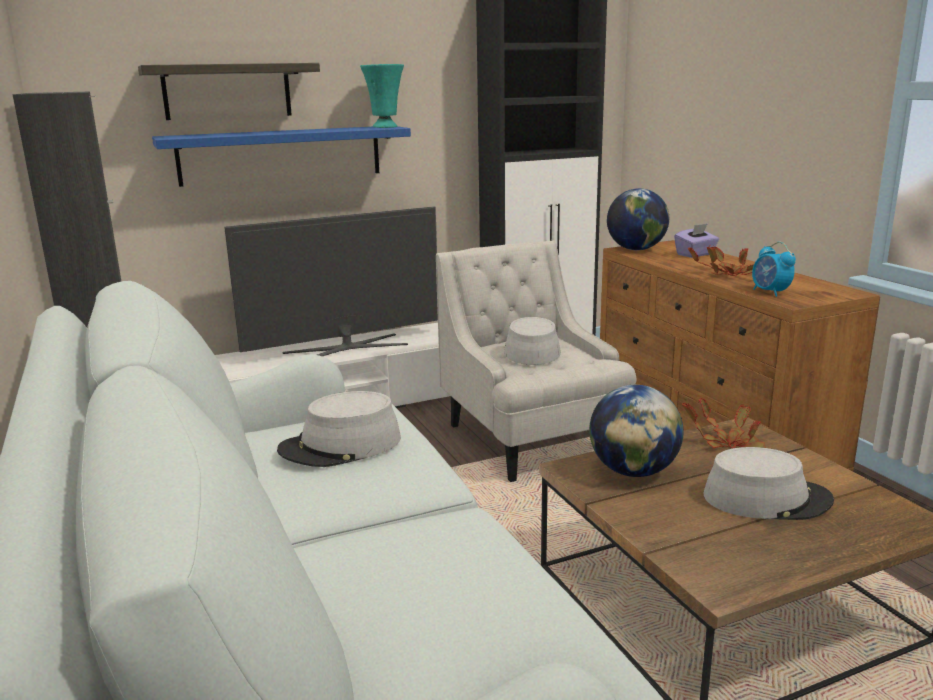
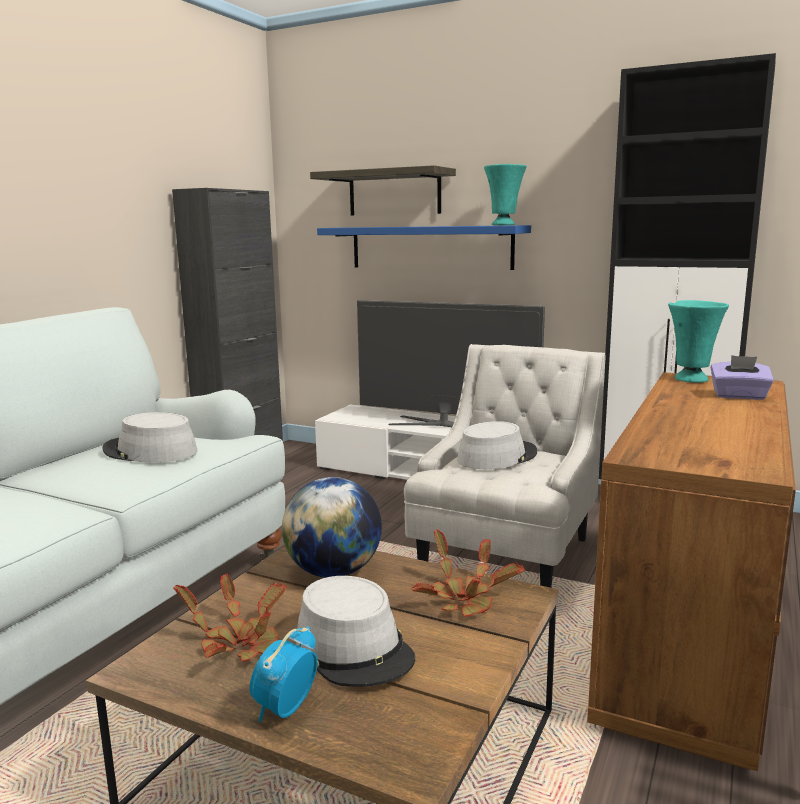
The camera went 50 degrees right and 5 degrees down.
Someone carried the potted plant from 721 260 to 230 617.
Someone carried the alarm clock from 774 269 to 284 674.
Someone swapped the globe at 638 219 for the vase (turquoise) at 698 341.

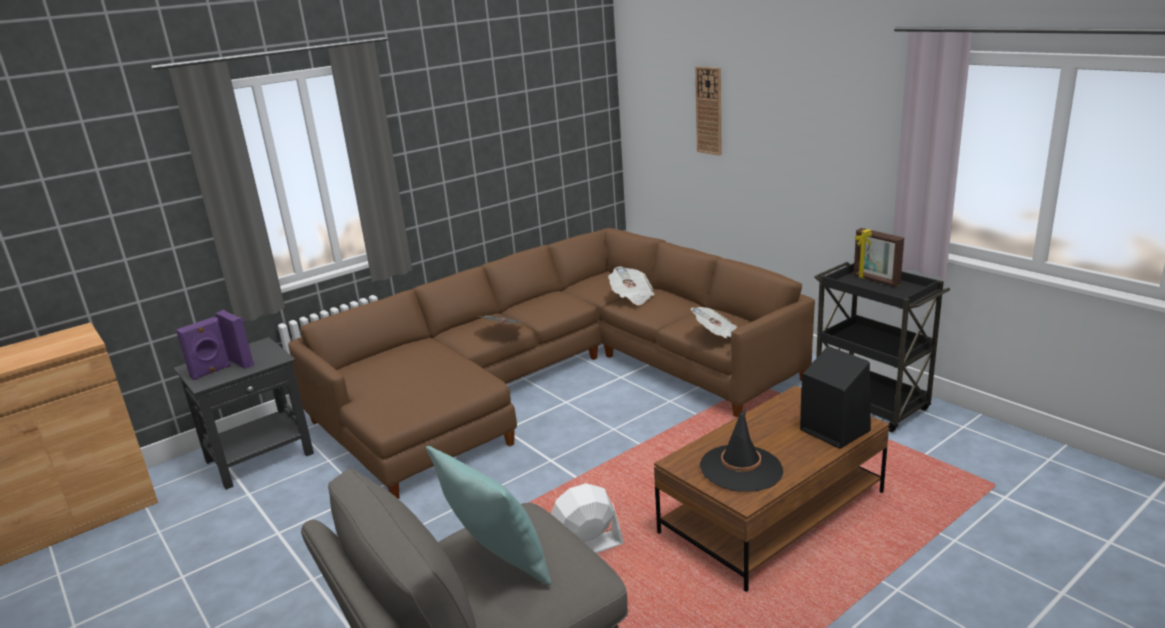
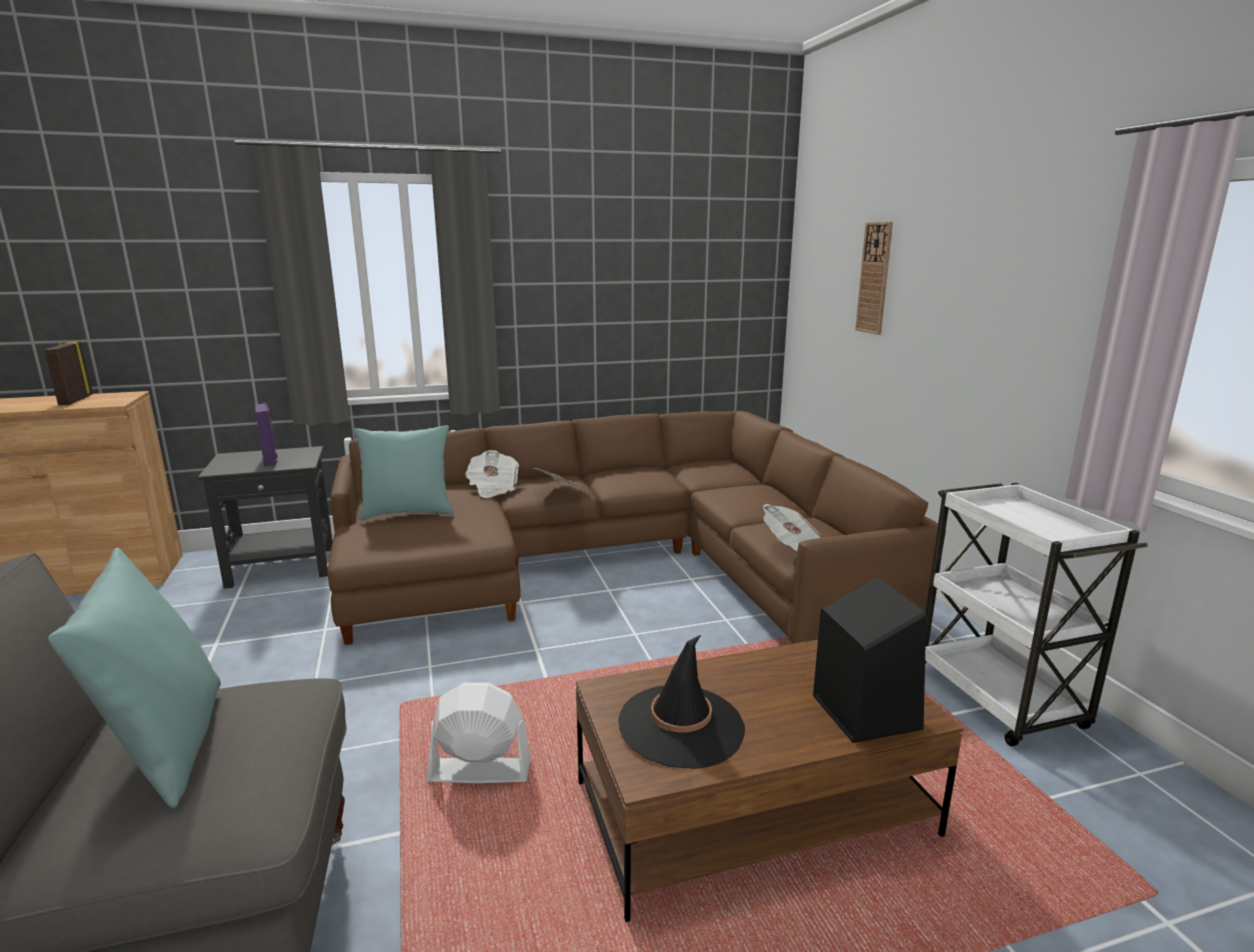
The camera went 20 degrees right and 5 degrees down.
Someone carried the picture frame from 879 257 to 68 374.
Someone put down the pillow (turquoise) at 404 473.
Someone carried the newspaper from 631 285 to 492 474.
Someone repainted the cart (black) at 882 347, which became the cart (white) at 1036 614.
Someone took away the speaker (purple) at 203 348.

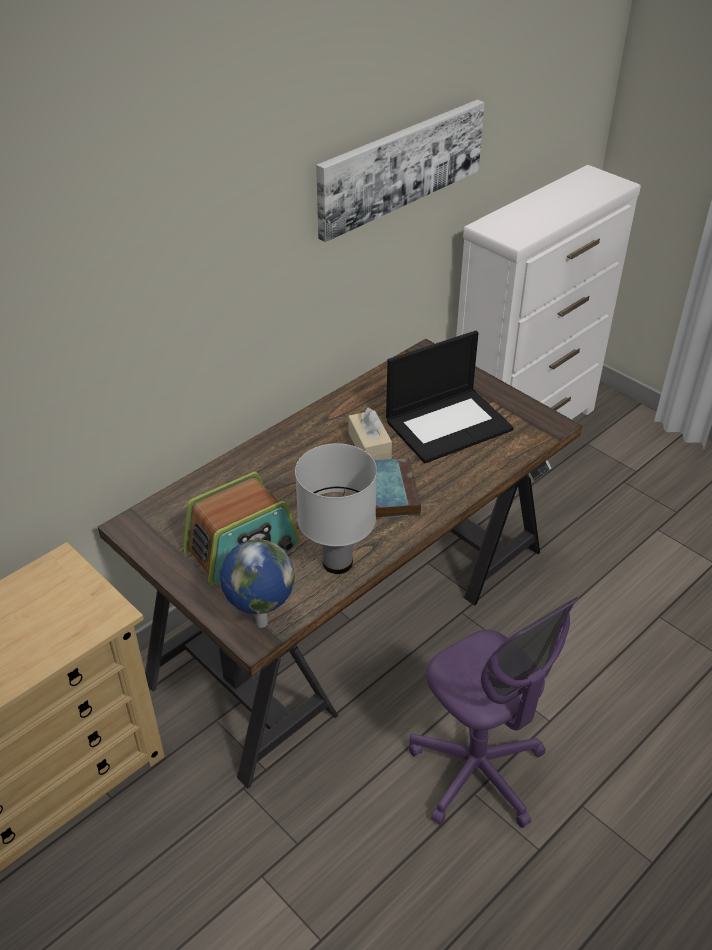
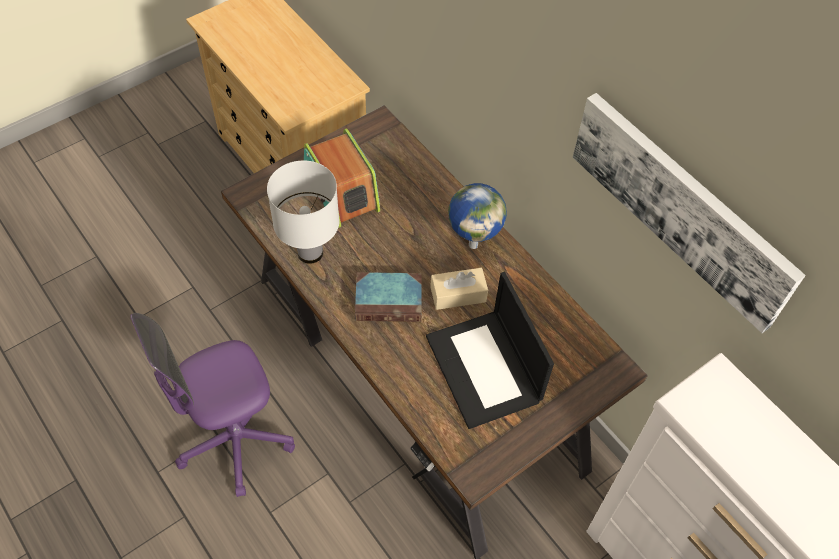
The camera went 95 degrees right and 15 degrees up.
Someone carried the globe from 257 583 to 477 216.

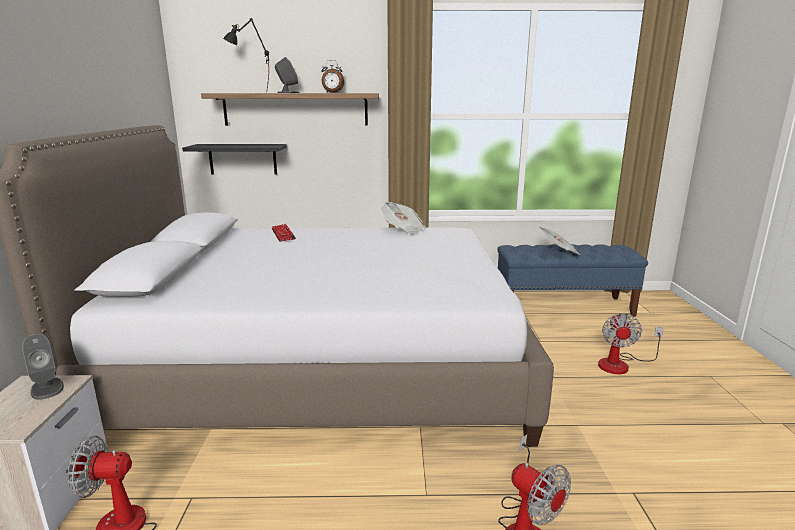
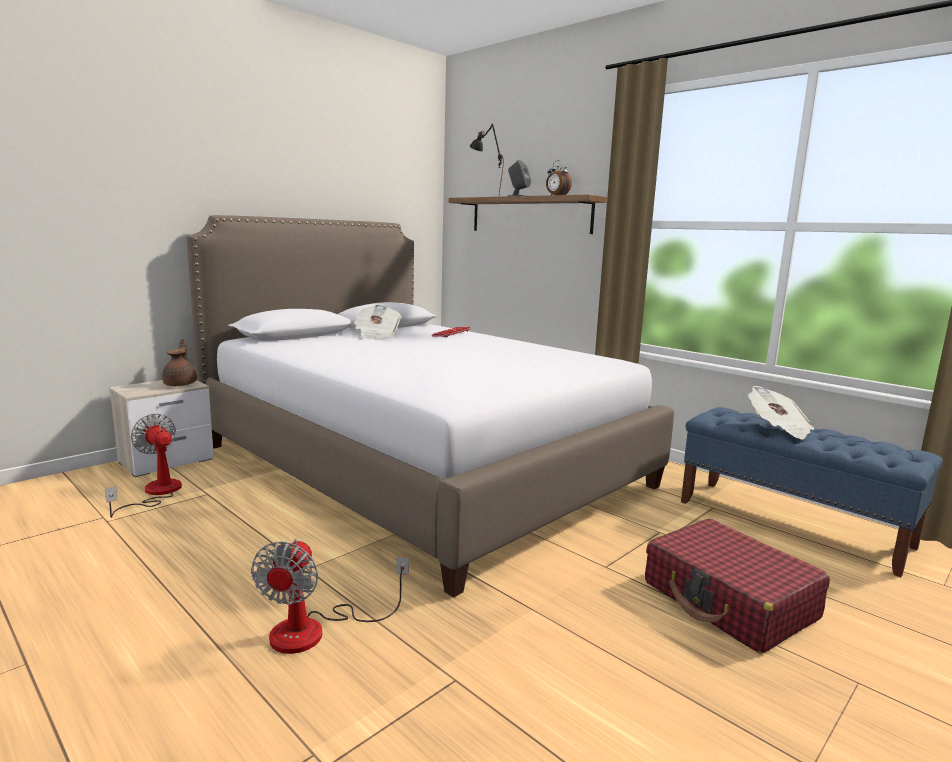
The camera went 45 degrees right and 5 degrees down.
Someone swapped the speaker (grey) at 43 367 for the teapot (brown) at 179 362.
Someone carried the newspaper from 403 218 to 378 321.
Someone swapped the fan at 631 343 for the suitcase (red) at 737 586.
Someone took away the shelf (black) at 234 159.

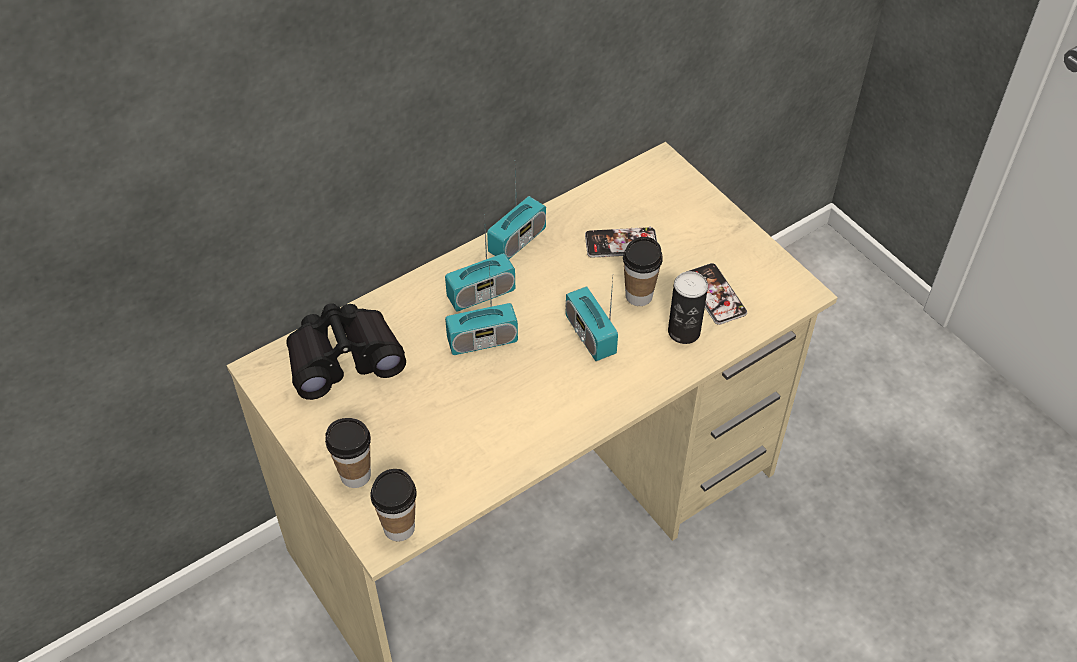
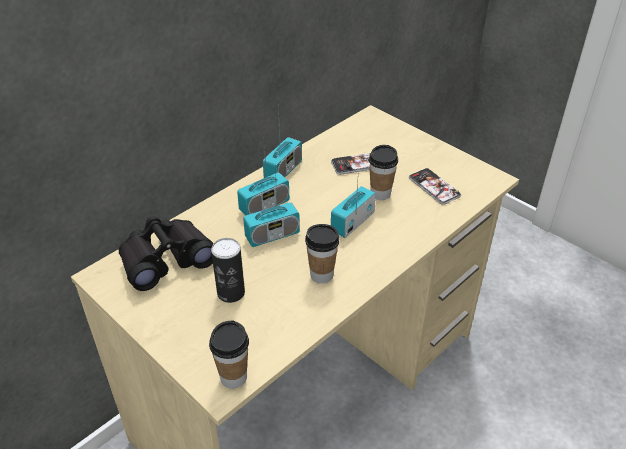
The camera went 10 degrees left and 10 degrees down.
Someone carried the can from 688 307 to 228 270.
Someone carried the cup from 348 453 to 322 254.
Someone rotated the radio at 592 320 by 75 degrees clockwise.

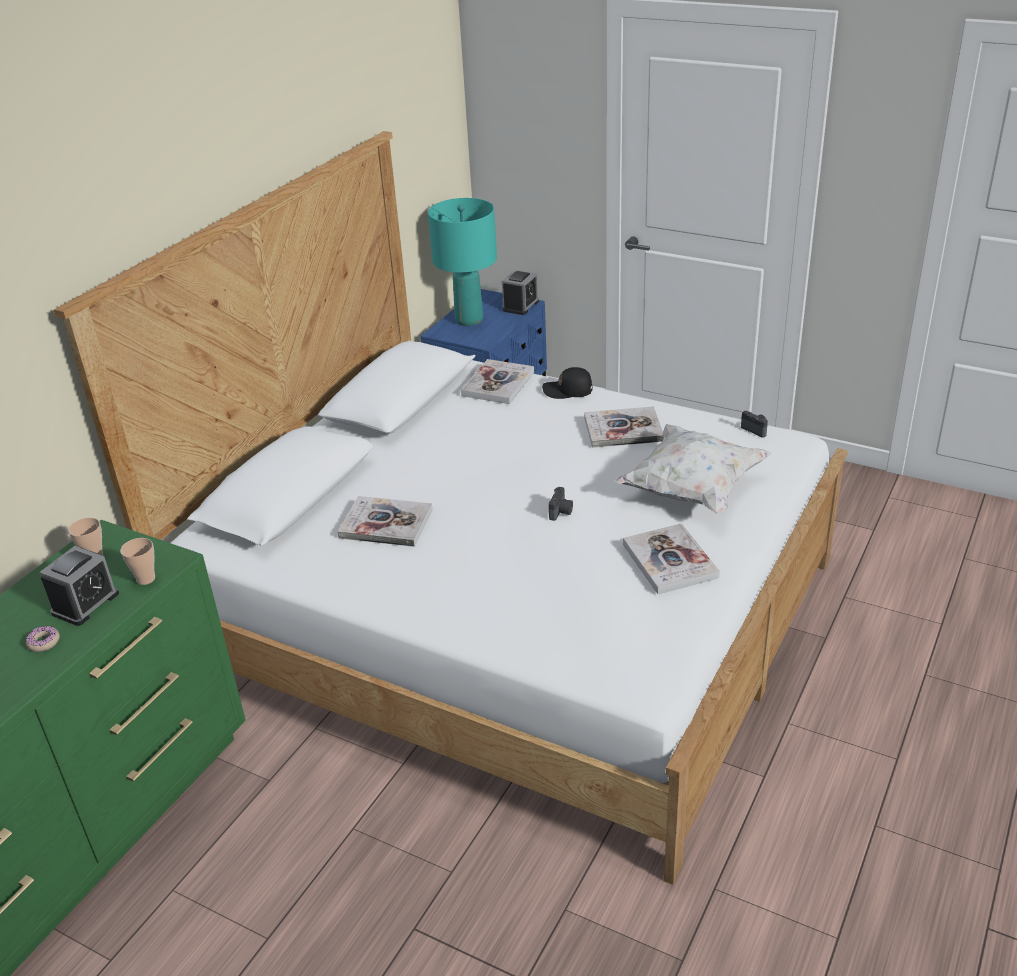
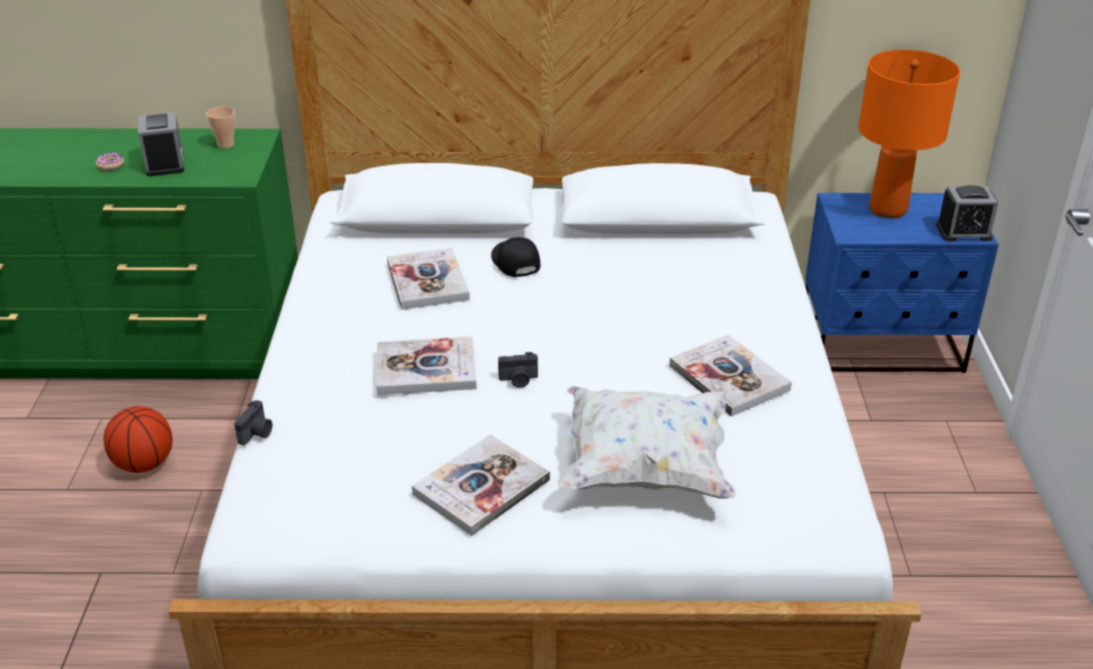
The camera went 60 degrees right and 0 degrees up.
Someone put down the basketball at 138 439.
Someone rotated the alarm clock at 79 586 by 105 degrees counterclockwise.
Someone carried the photo camera from 754 424 to 253 422.
Someone carried the book from 497 381 to 426 366.
Someone carried the cap (black) from 567 383 to 515 257.
Someone repainted the table lamp (turquoise) at 462 262, which became the table lamp (orange) at 909 134.
Someone took away the cup at 137 561.

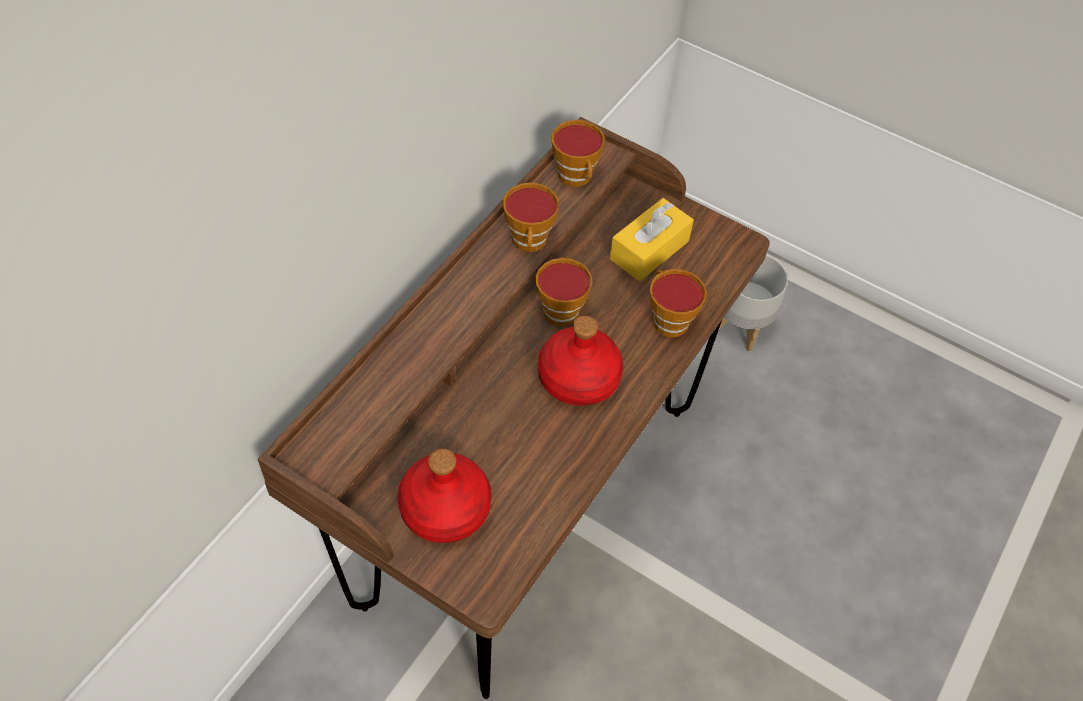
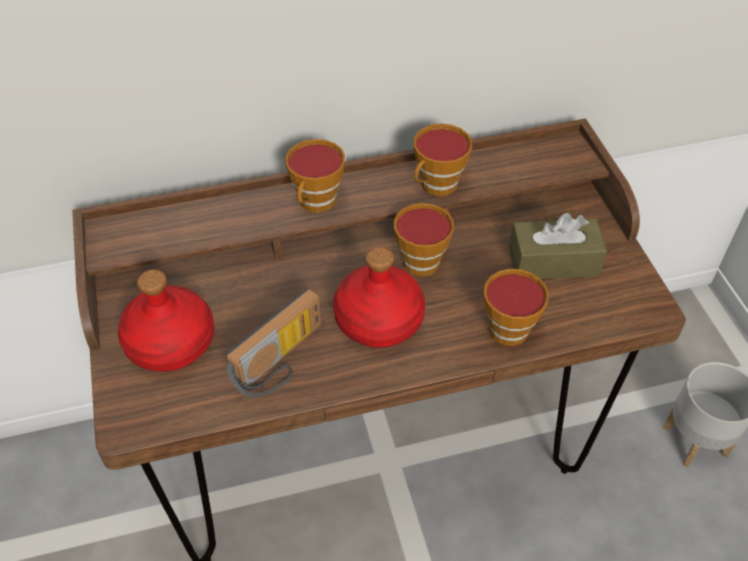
The camera went 45 degrees right and 5 degrees down.
Someone put down the radio at 273 342.
Someone carried the cup from 578 153 to 315 176.
Someone repainted the tissue box (yellow) at 652 239, which became the tissue box (brown) at 558 246.

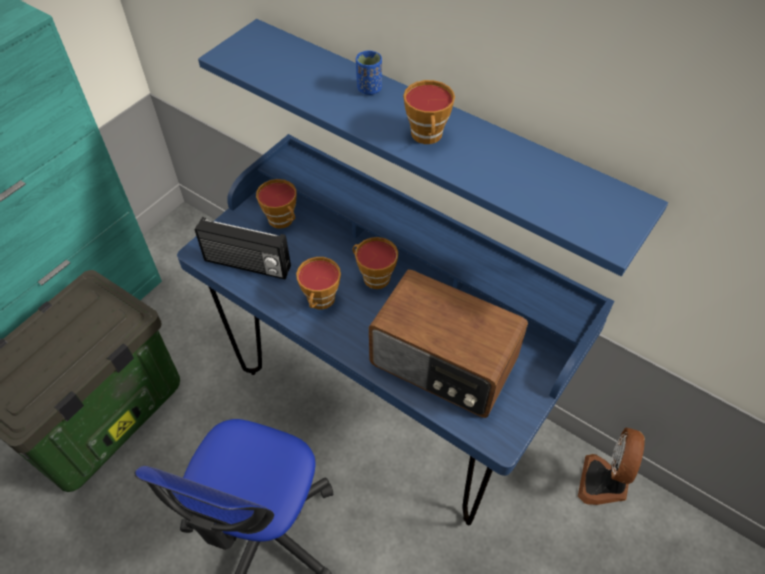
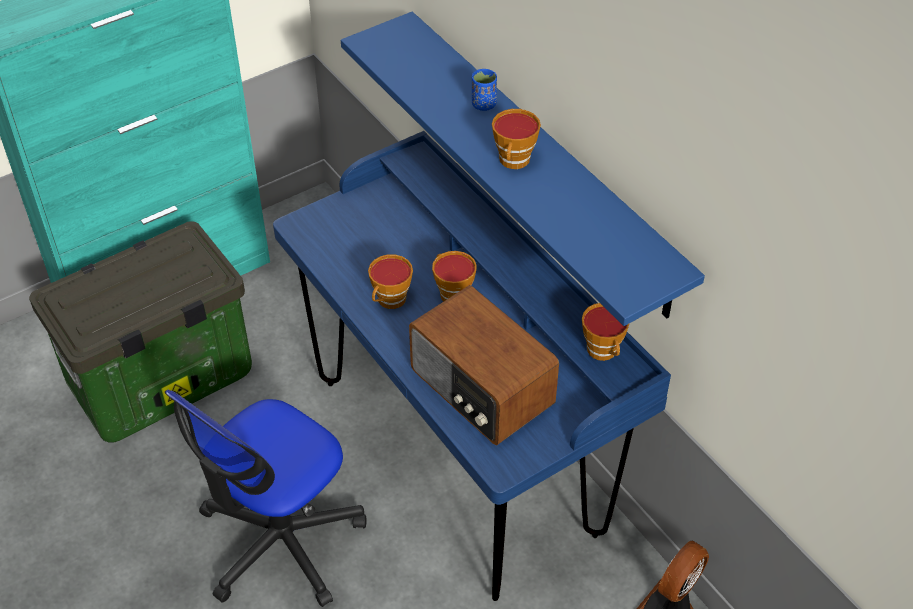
The camera went 20 degrees right and 5 degrees down.
Someone carried the cup from 276 204 to 606 332.
Someone took away the radio at 243 248.

